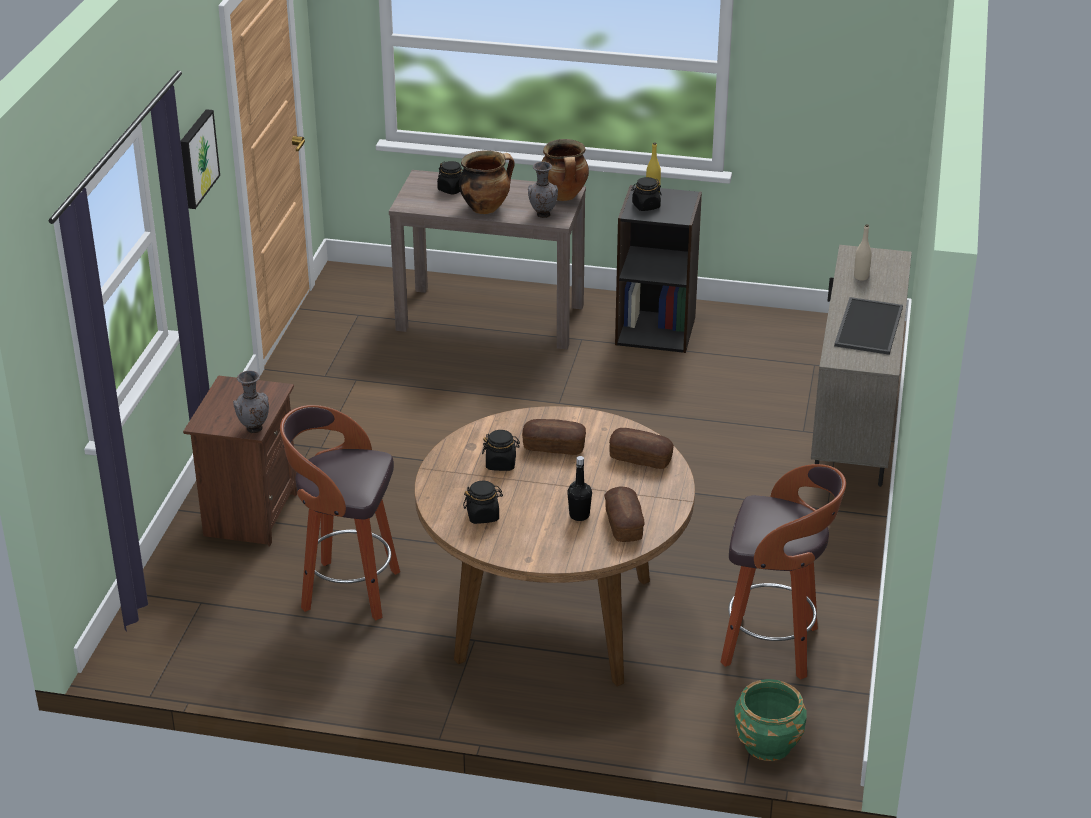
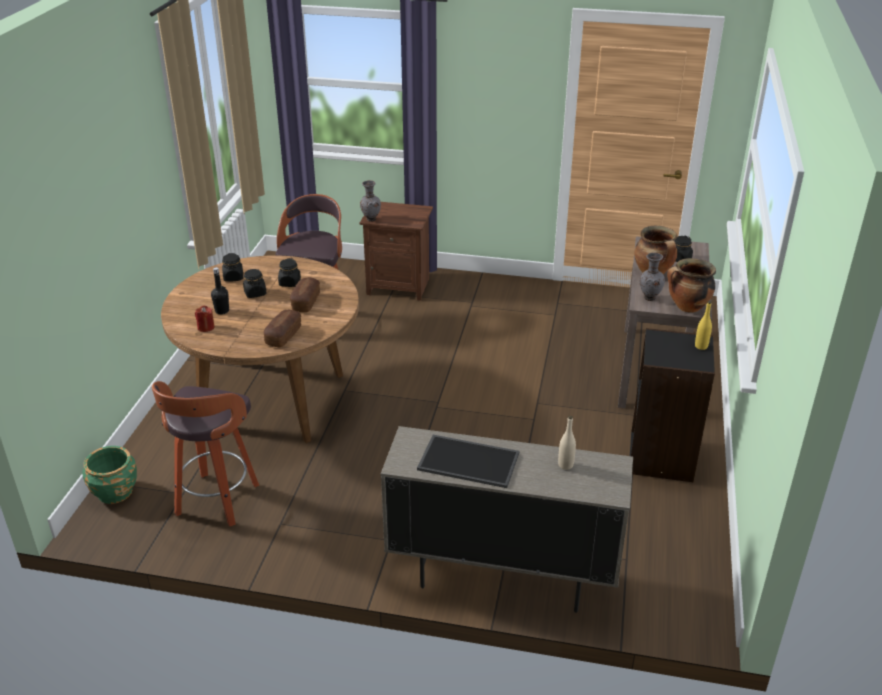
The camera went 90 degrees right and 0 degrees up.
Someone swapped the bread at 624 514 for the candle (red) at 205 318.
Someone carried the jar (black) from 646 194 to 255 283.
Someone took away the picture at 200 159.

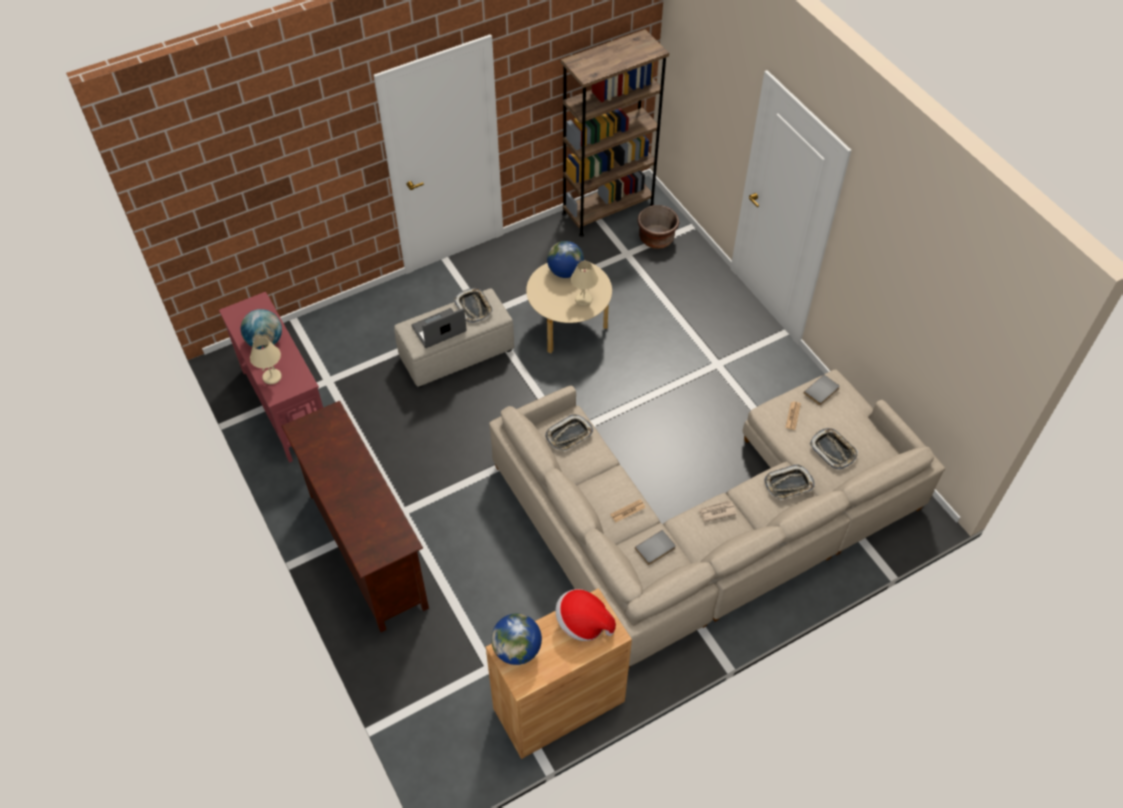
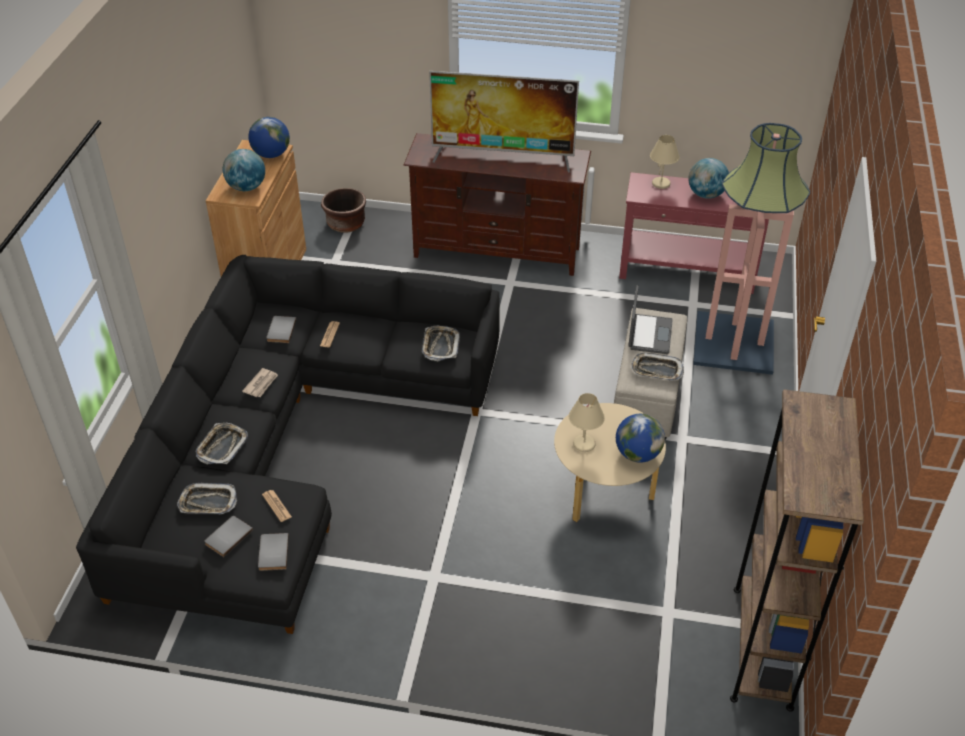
The camera went 130 degrees right and 10 degrees down.
Someone repainted the sofa (beige) at 717 518, which became the sofa (black) at 288 444.
Someone put down the book (grey) at 228 536.
Someone swapped the hat at 585 615 for the globe at 244 170.
Someone carried the planter (brown) from 658 227 to 343 210.
Someone put down the television at 504 121.
Someone put down the floor lamp at 751 249.

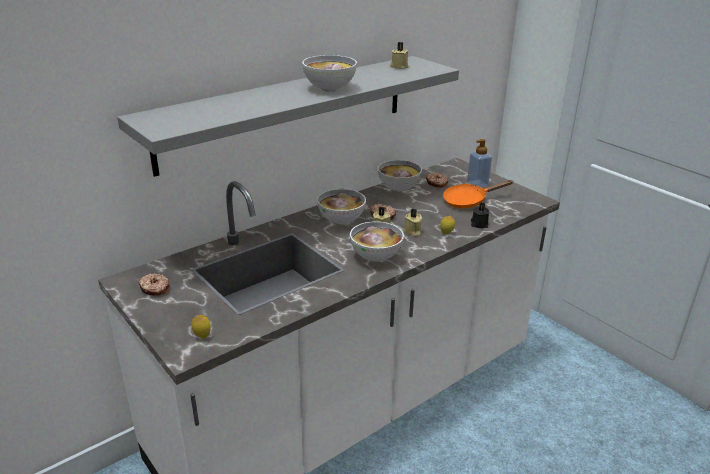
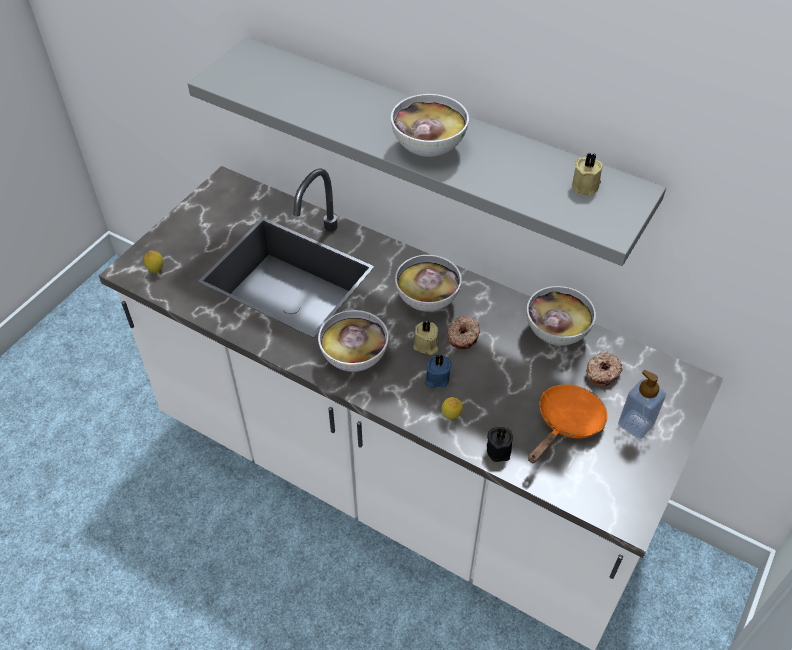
The camera went 70 degrees right and 20 degrees up.
Someone repainted the candle (beige) at 412 222, which became the candle (blue) at 438 371.
Someone rotated the frying pan (orange) at 478 194 by 75 degrees clockwise.
Someone took away the donut at 154 284.

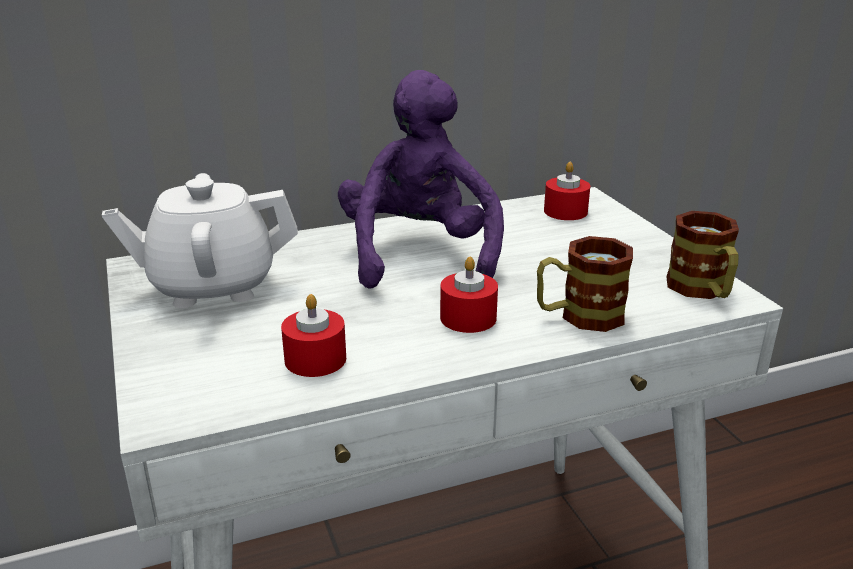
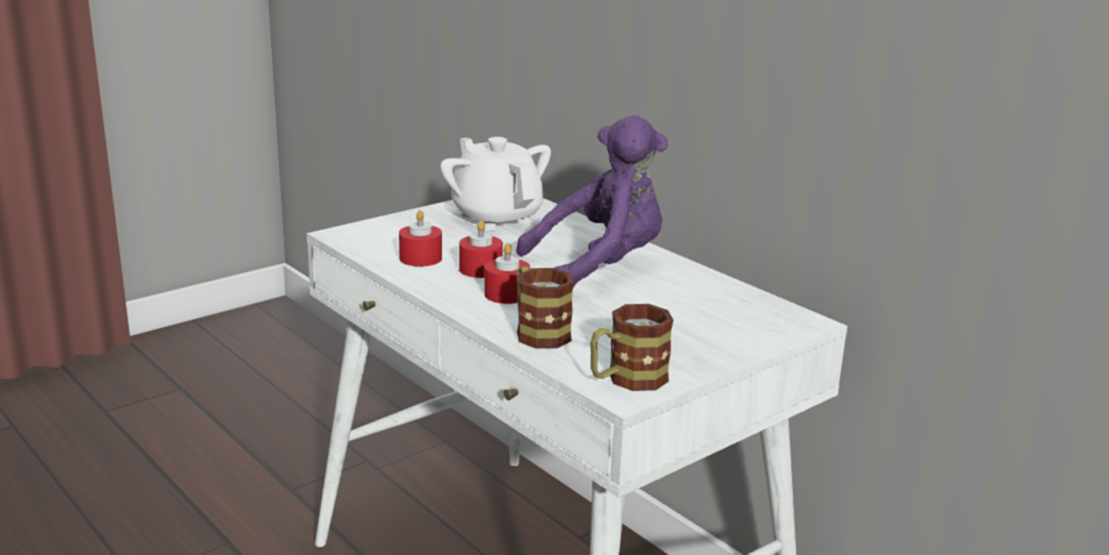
The camera went 70 degrees right and 5 degrees down.
Someone carried the candle (red) from 567 191 to 481 249.

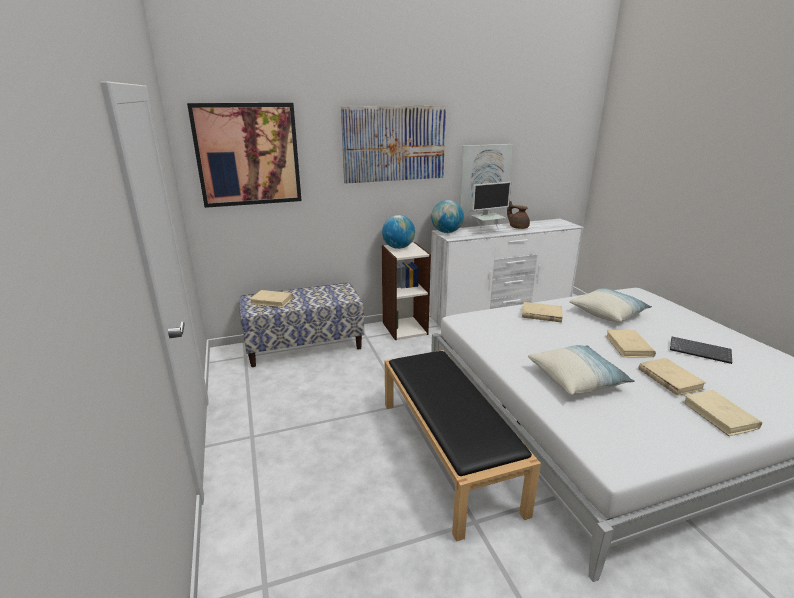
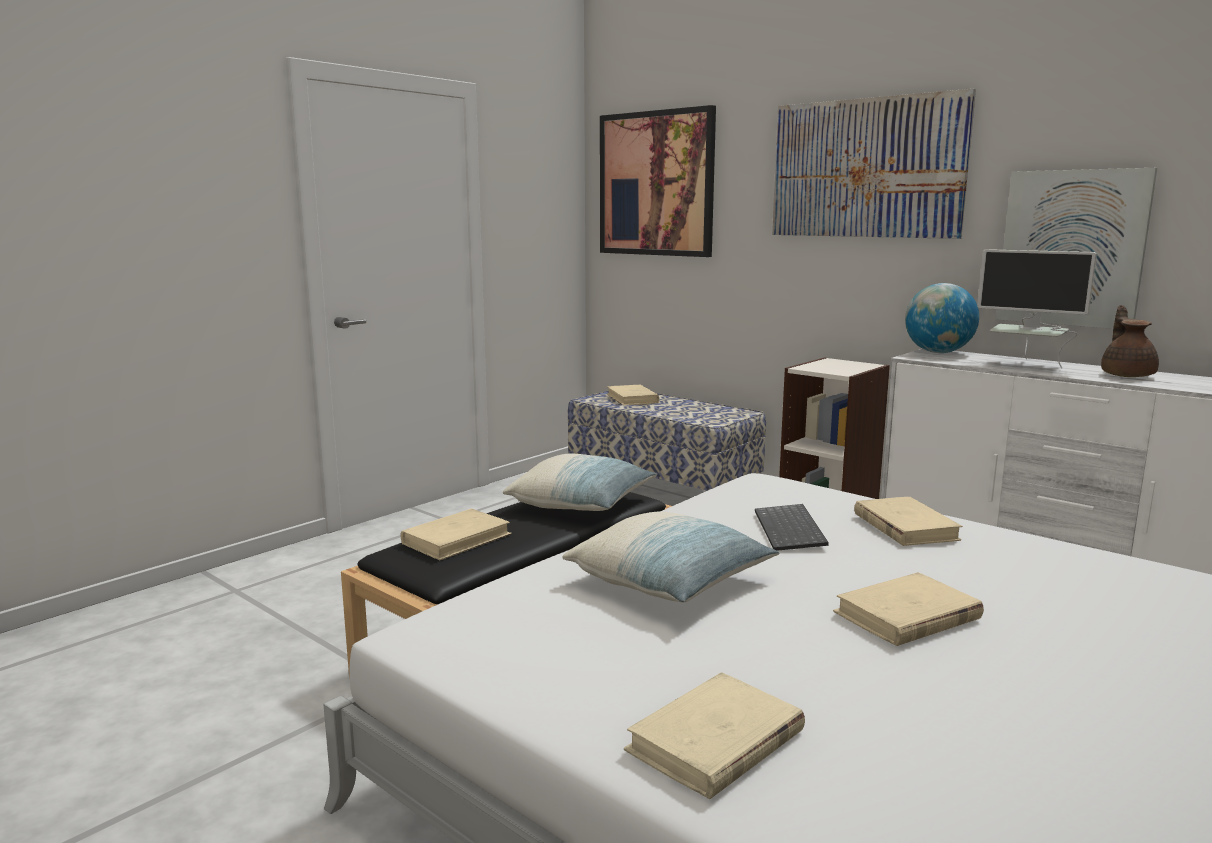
The camera went 60 degrees right and 10 degrees down.
Someone carried the book (beige) from 672 377 to 456 534.
Someone carried the pillow from 610 305 to 580 482.
Someone carried the keyboard from 701 350 to 792 527.
Someone took away the globe at 398 232.

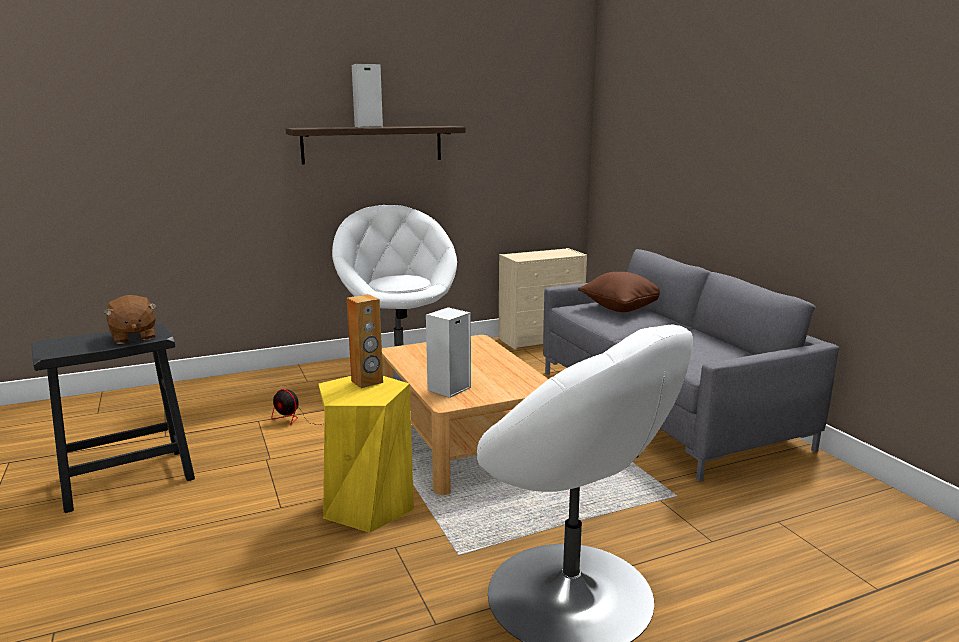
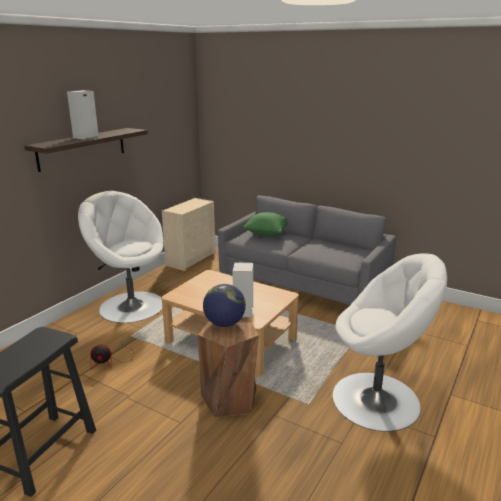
The camera went 35 degrees left and 5 degrees up.
Someone repainted the stool (yellow) at 366 454, which became the stool (brown) at 228 367.
Someone swapped the speaker (brown) at 365 341 for the globe at 224 305.
Someone repainted the pillow (brown) at 619 292, which became the pillow (green) at 265 224.
Someone took away the plush toy (brown) at 130 319.

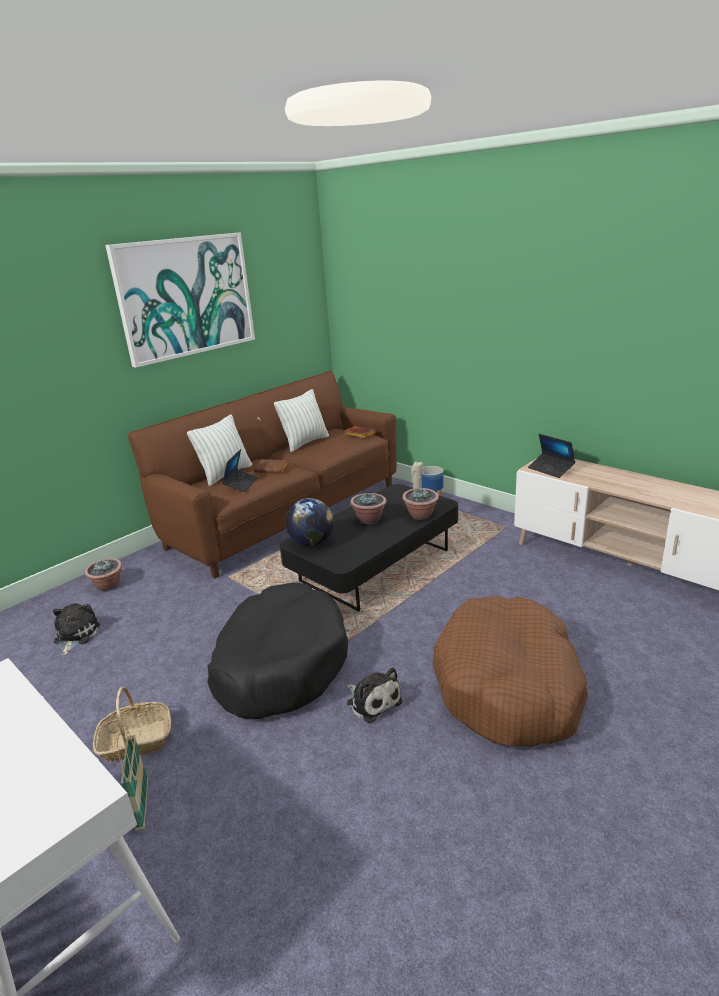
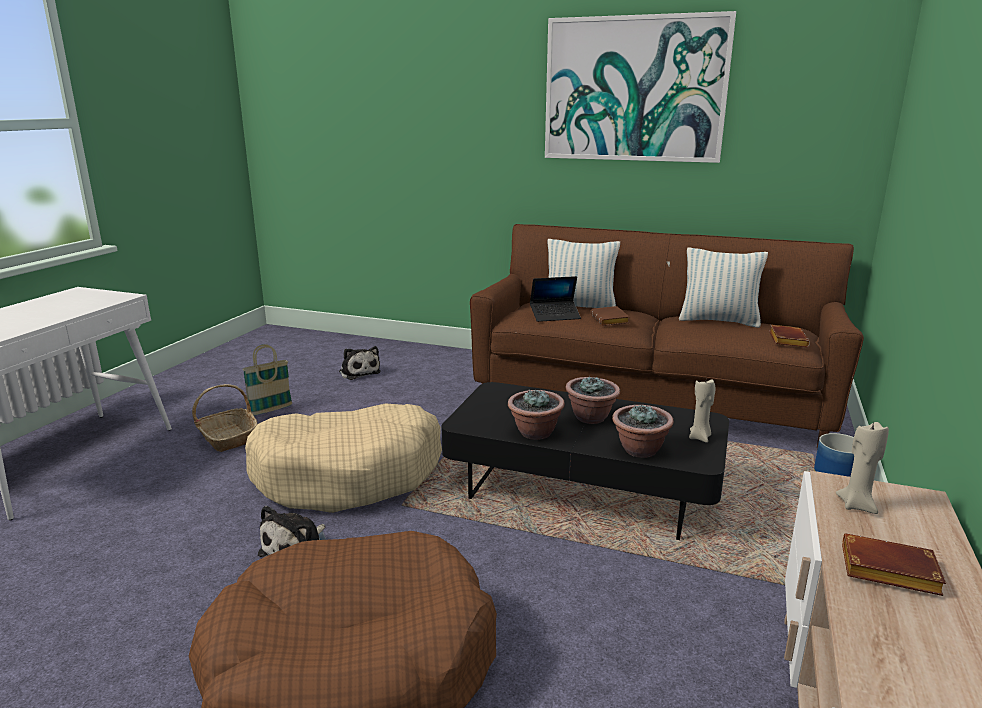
The camera went 65 degrees right and 5 degrees down.
Someone carried the basket from 132 781 to 267 380.
Someone repainted the dog bed (black) at 277 650, which became the dog bed (beige) at 343 458.
Someone rotated the plush toy at 76 629 by 75 degrees clockwise.
Someone carried the potted plant from 103 574 to 536 414.
Someone swapped the laptop at 551 456 for the candle (beige) at 862 468.
Someone put down the book (brown) at 894 564.
Someone took away the globe at 309 522.

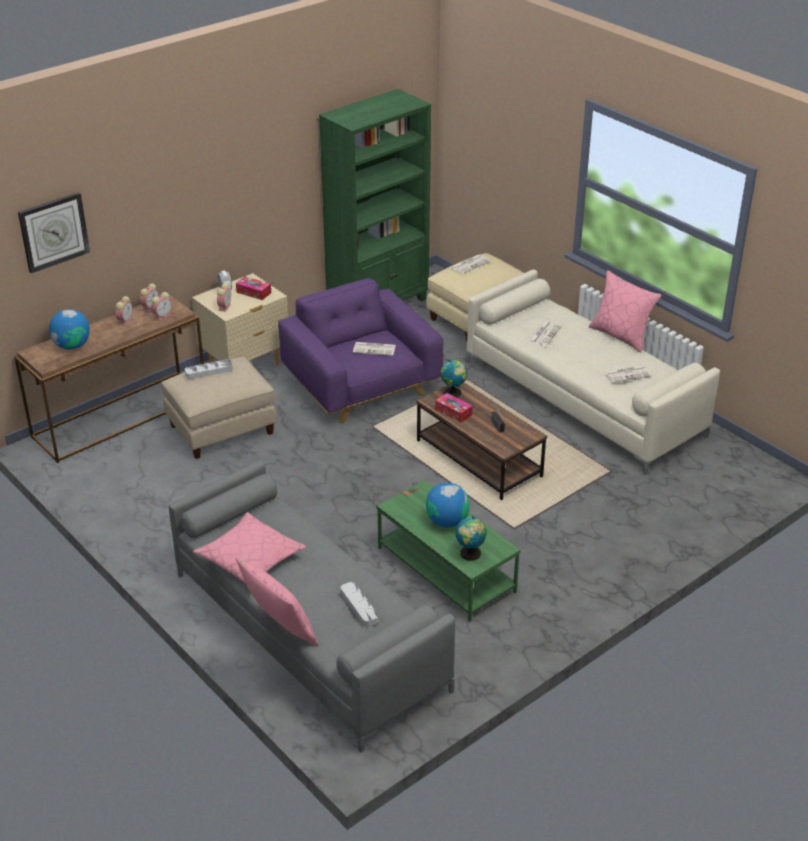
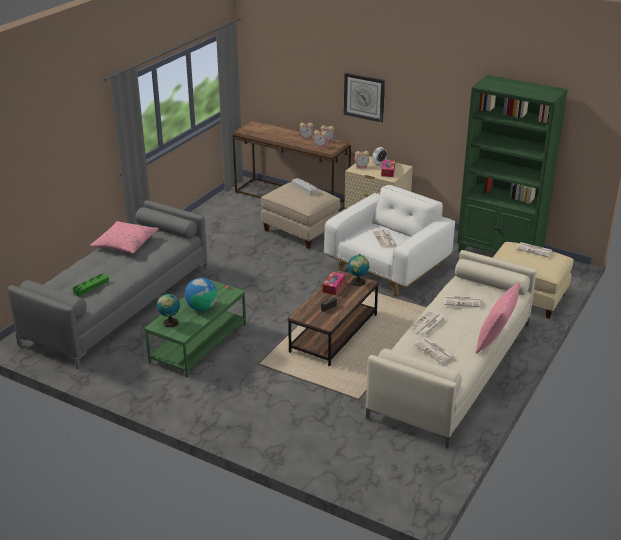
The camera went 70 degrees right and 5 degrees down.
Someone repainted the tray (grey) at 359 604, which became the tray (green) at 91 285.
Someone repainted the armchair (purple) at 360 351, which became the armchair (white) at 389 240.
Someone carried the wall clock from 54 232 to 364 98.
Someone put down the newspaper at 427 323.
Someone took away the globe at 69 329.
Someone took away the pillow (pink) at 277 601.

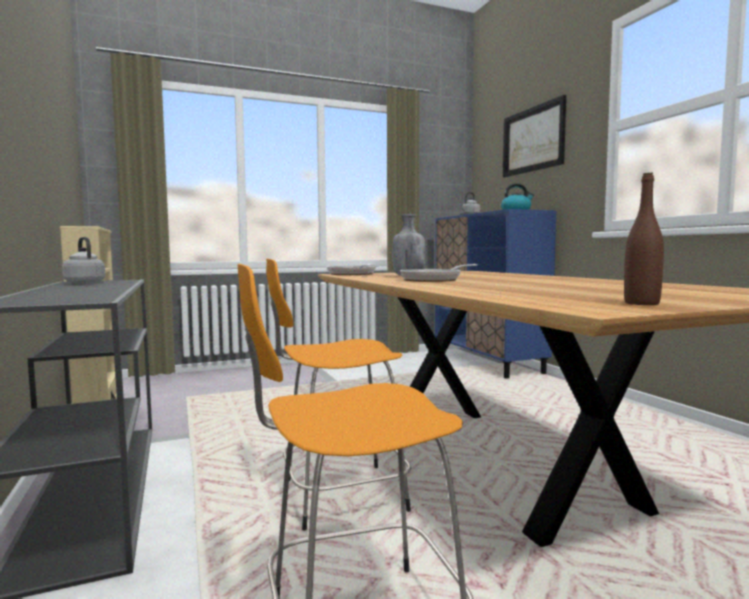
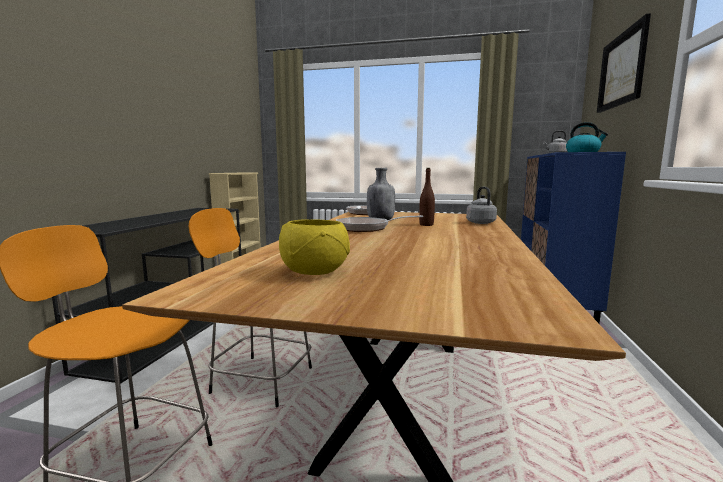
The camera went 35 degrees right and 5 degrees up.
Someone put down the bowl (yellow) at 314 247.
Someone carried the bottle (brown) from 644 239 to 427 197.
Someone carried the kettle (grey) from 83 260 to 481 205.

